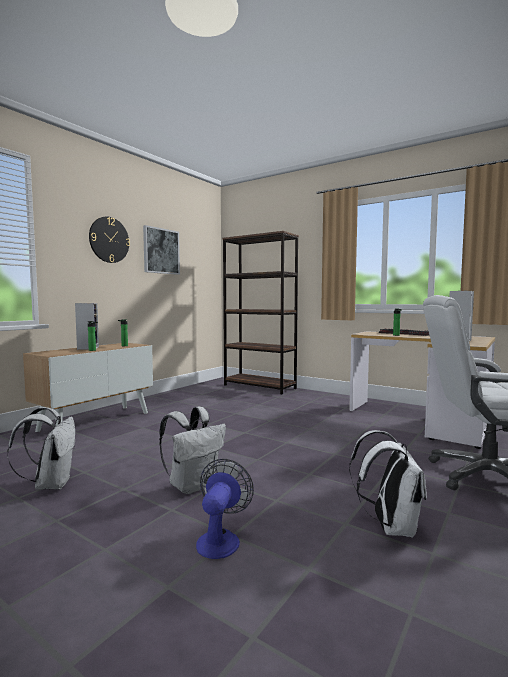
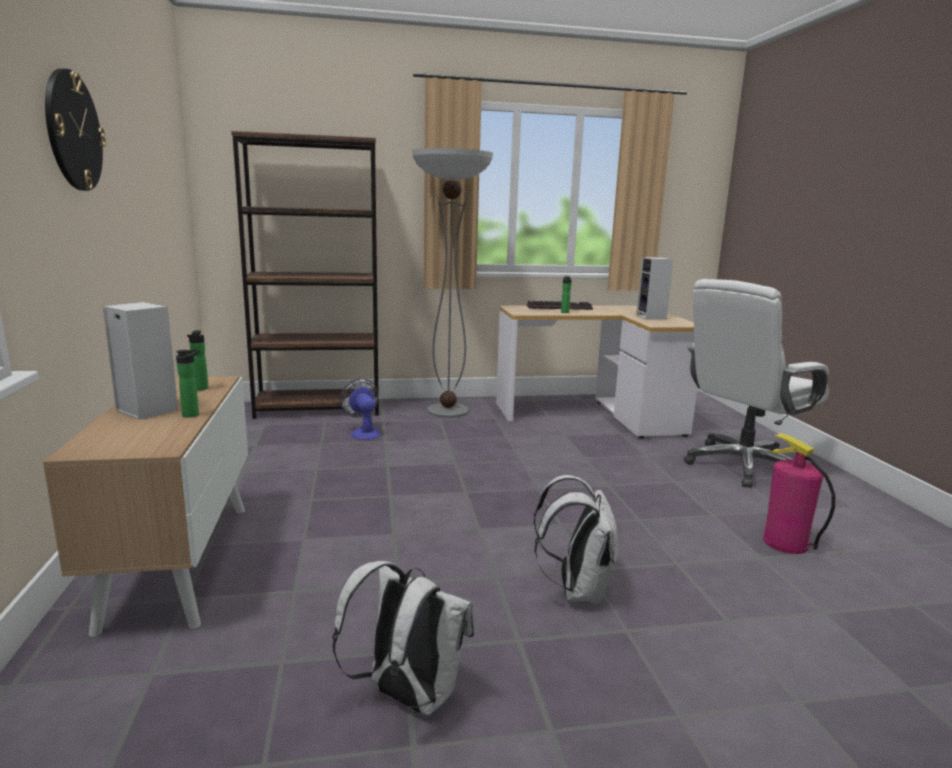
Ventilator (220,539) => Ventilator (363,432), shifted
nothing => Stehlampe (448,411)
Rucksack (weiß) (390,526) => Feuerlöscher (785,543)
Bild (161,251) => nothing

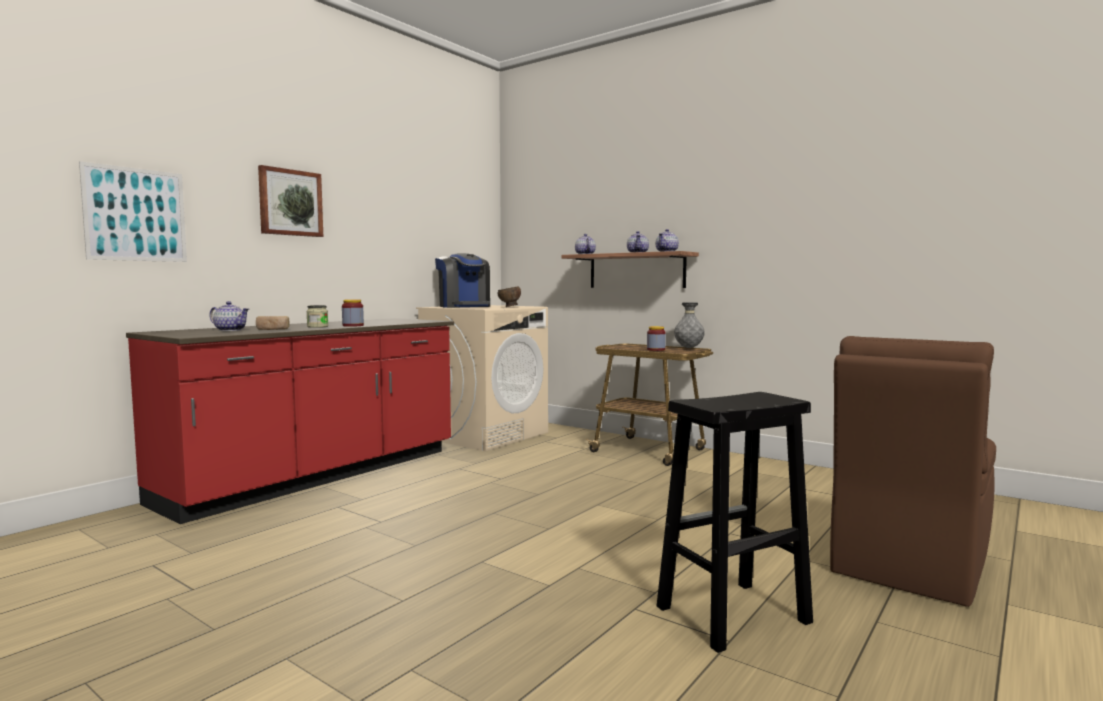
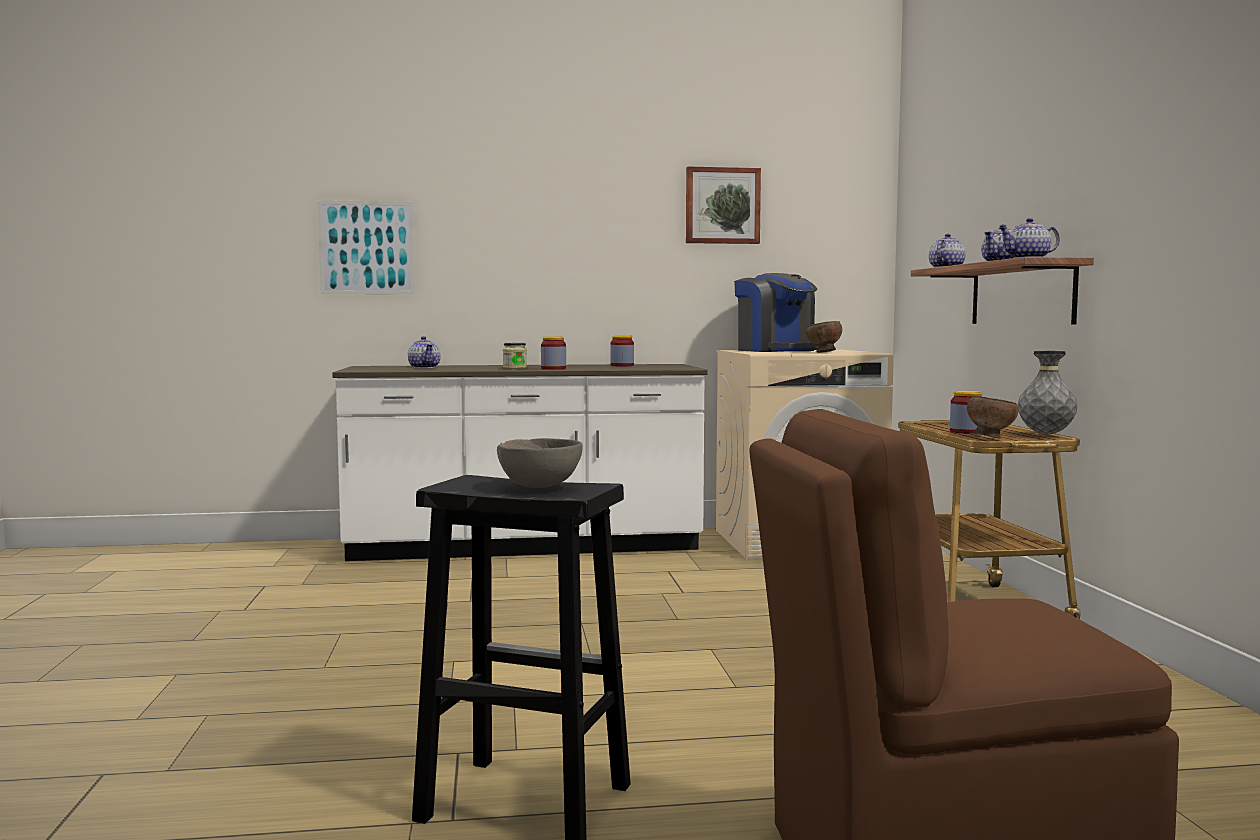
Küchenzeile (rot) (317,476) => Küchenzeile (weiß) (525,547)
nothing => Schüssel (grau) (540,487)
nothing => Vorratsglas (622,365)
Bild (290,202) => Bild (722,206), shifted
Kaffeemaschine (464,306) => Kaffeemaschine (776,350), 45 degrees counterclockwise
nothing => Schüssel (braun) (990,438)
Brot (273,329) => nothing

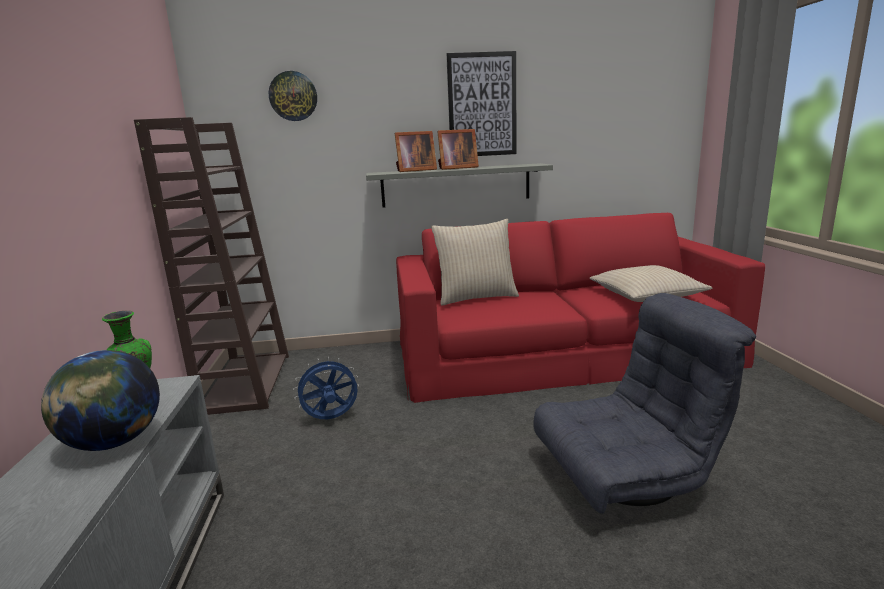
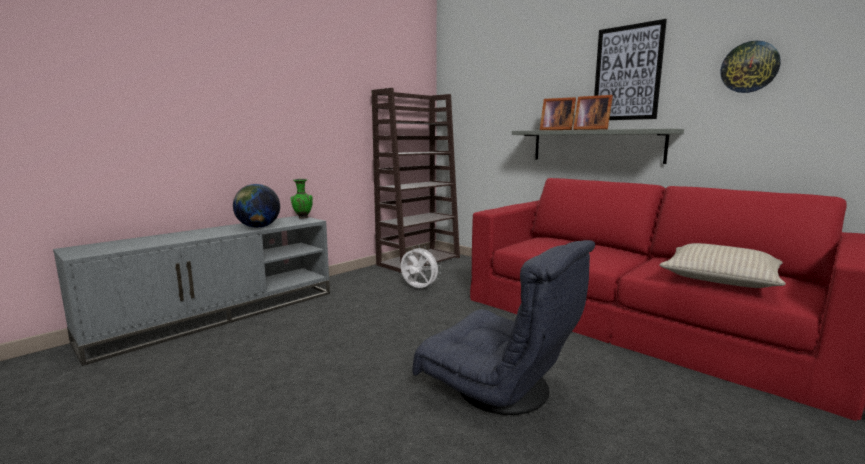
Ventilator (blau) (331,419) => Ventilator (weiß) (418,288)
Wanduhr (293,96) => Wanduhr (749,67), shifted
Kissen (beige) (476,297) => nothing

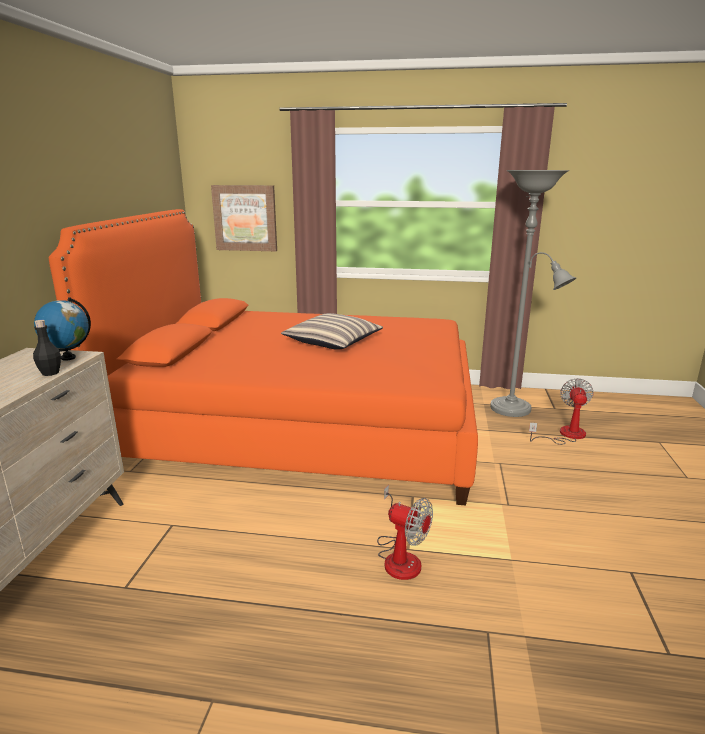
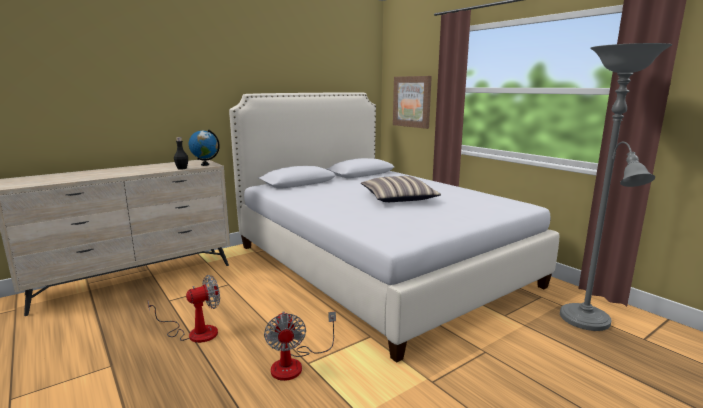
Ventilator (565,435) => Ventilator (194,332), shifted
Bett (orange) (302,427) => Bett (weiß) (377,265)

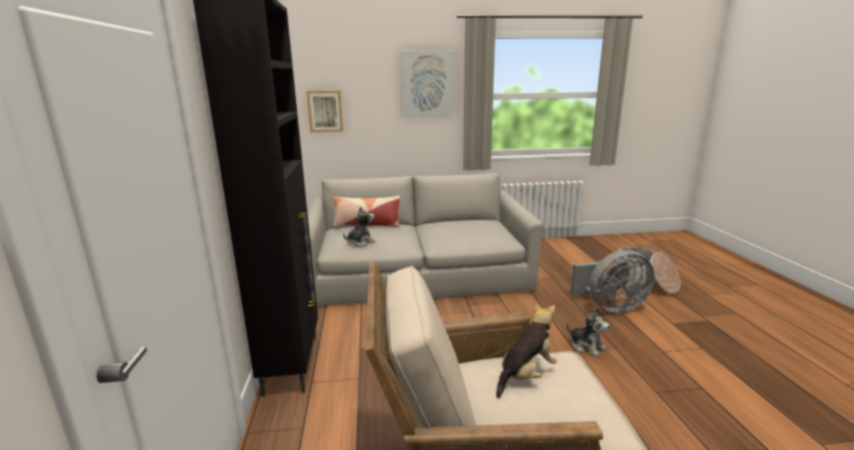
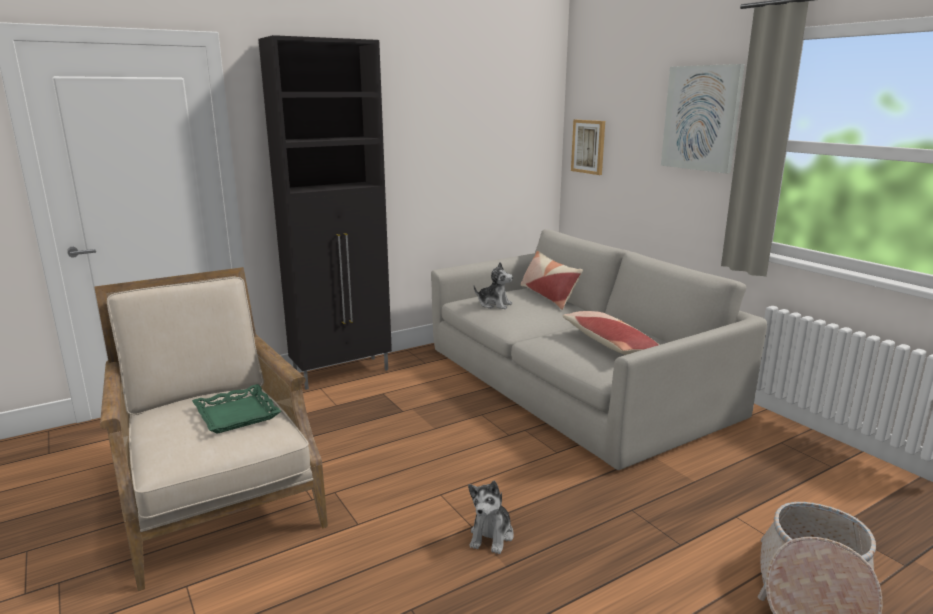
Plüschtier (526,375) => Tablett (grün) (236,414)
nothing => Kissen (609,344)
Ventilator (grau) (610,307) => nothing

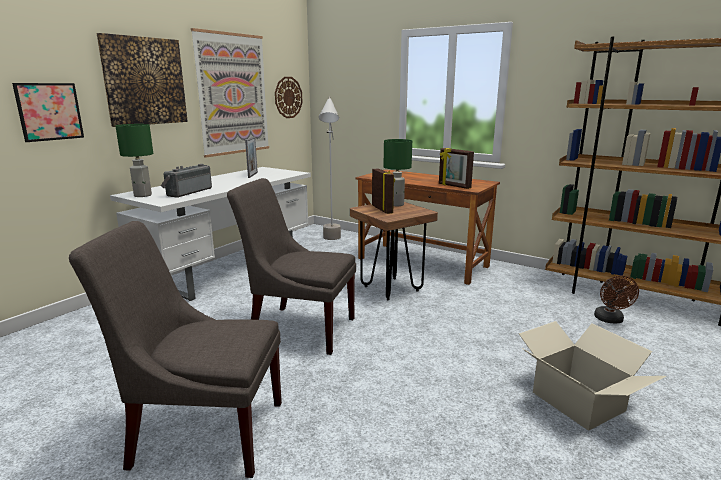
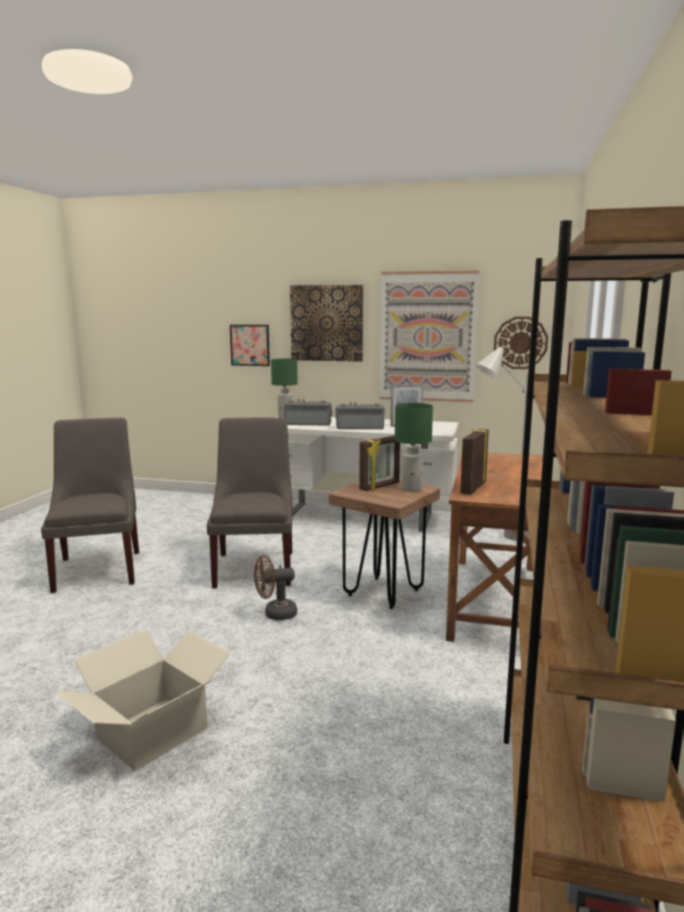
Ventilator (braun) (610,320) => Ventilator (braun) (275,614), shifted
nothing => Radio (360,428)

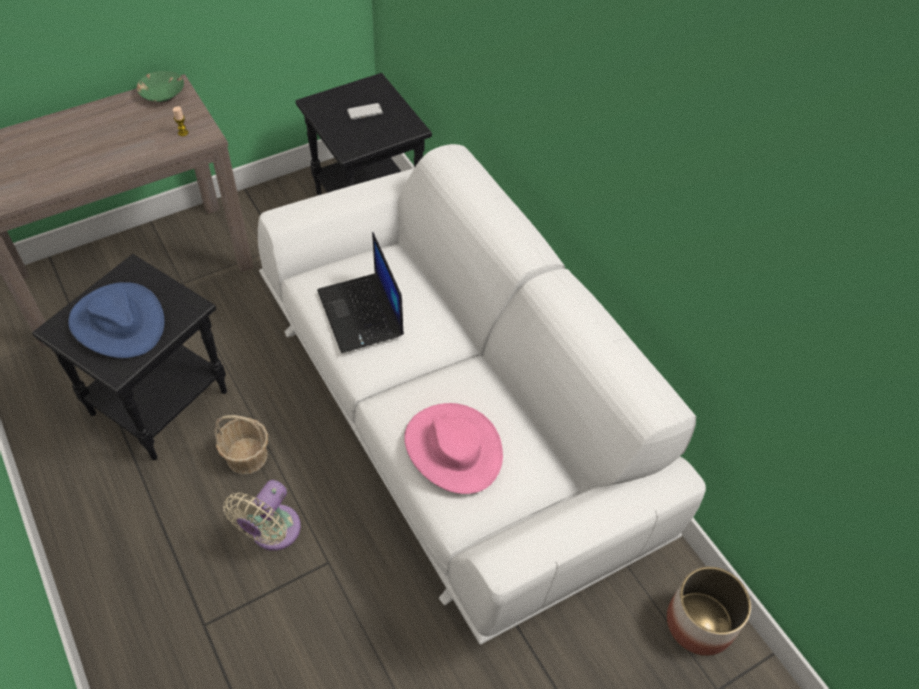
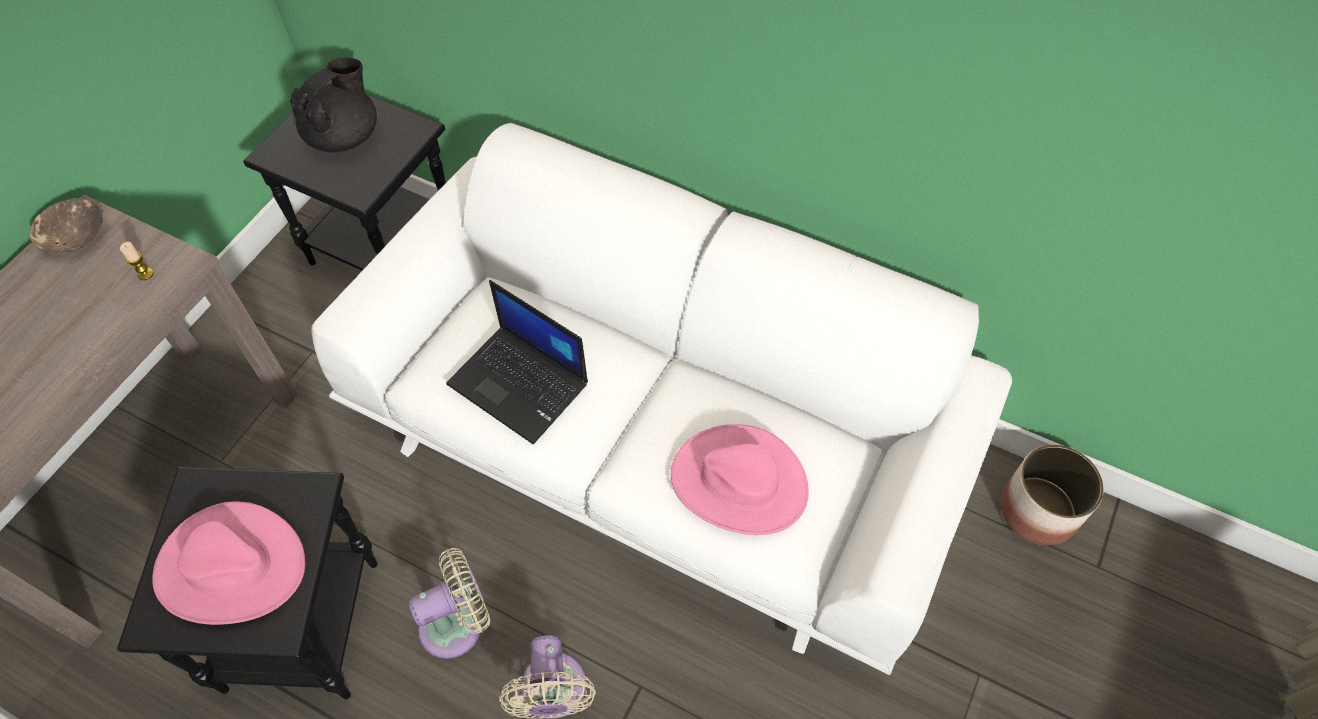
Schüssel (grün) (162,94) => Schüssel (braun) (74,235)
Hut (blau) (118,322) => Hut (rosa) (230,567)
Handy (365,112) => Teekanne (schwarz) (344,136)
Korb (246,456) => Ventilator (beige) (458,624)

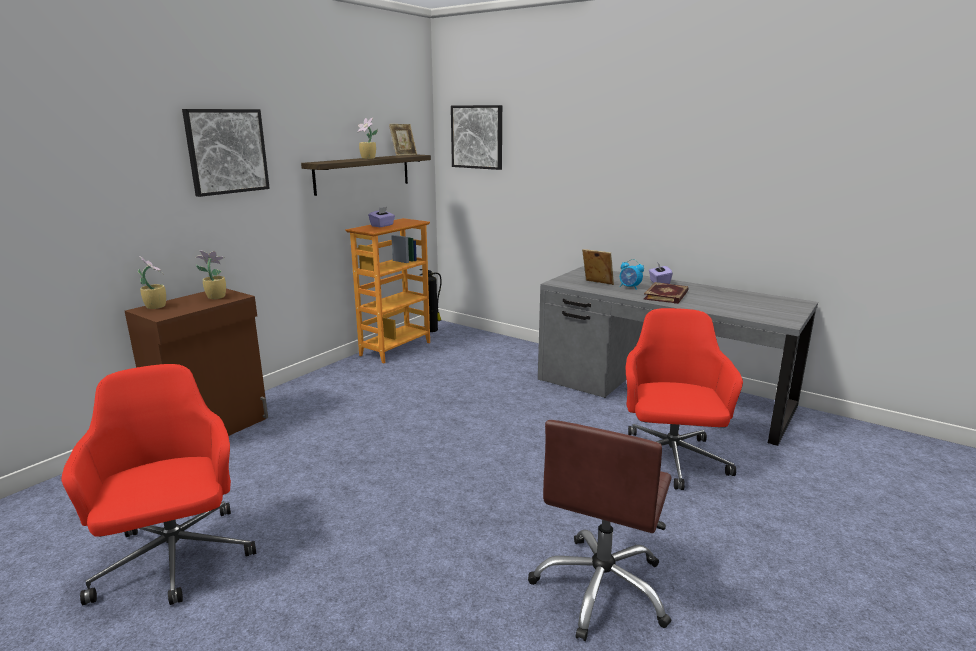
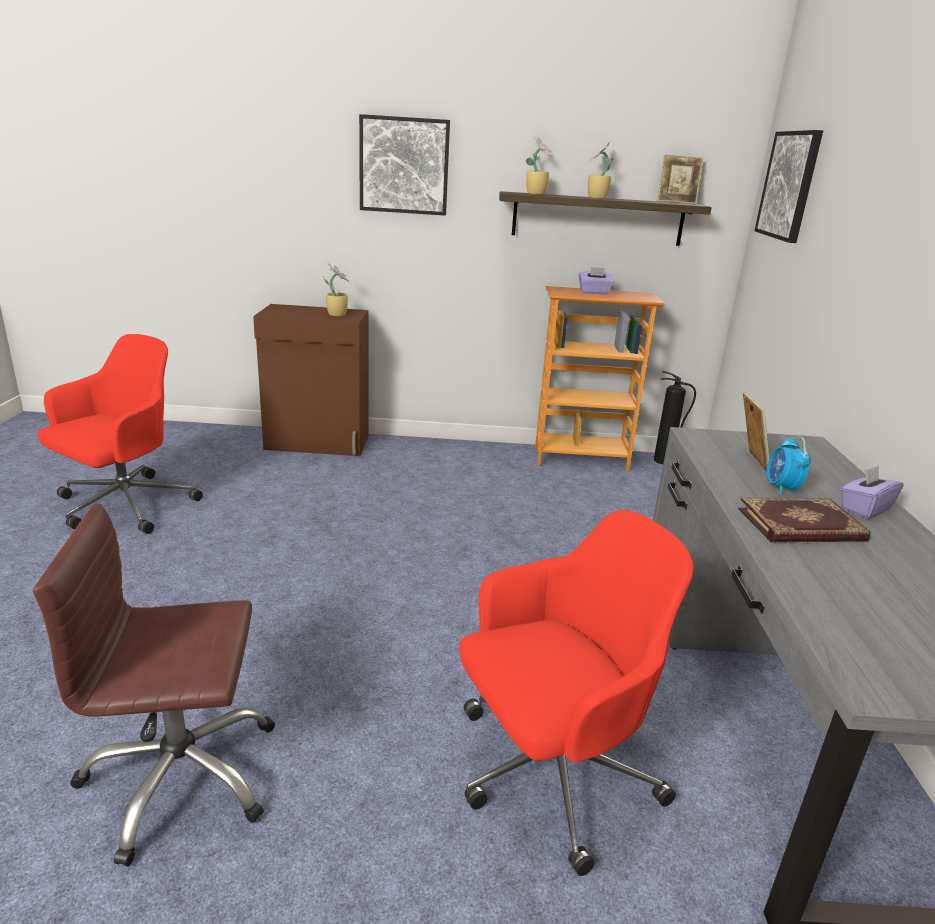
Topfpflanze (156,306) => Topfpflanze (536,194), shifted

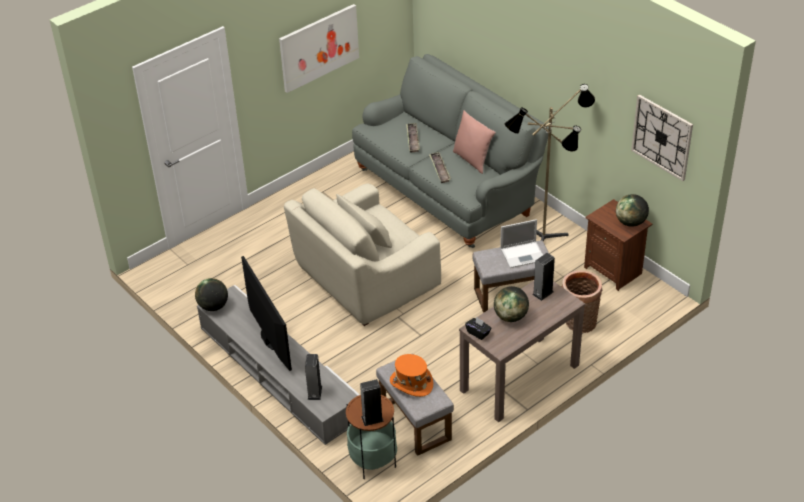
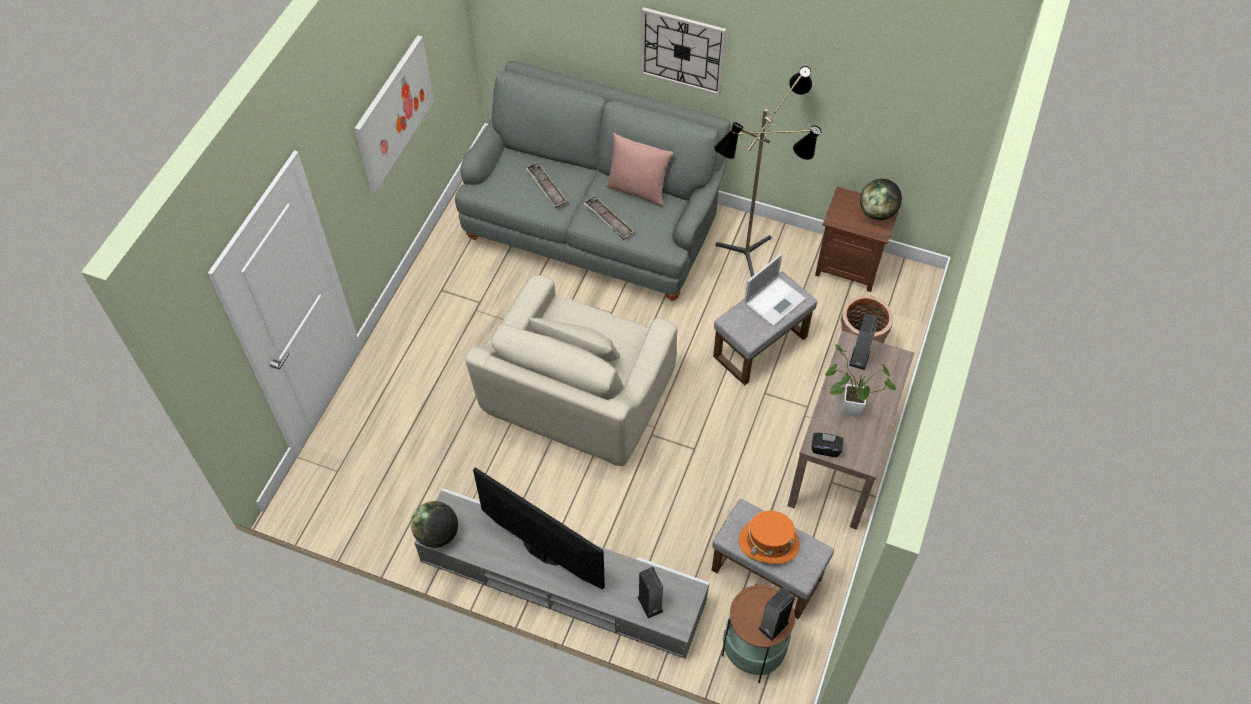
Wanduhr (662,137) => Wanduhr (682,51), shifted
Globus (510,317) => Topfpflanze (846,408)

